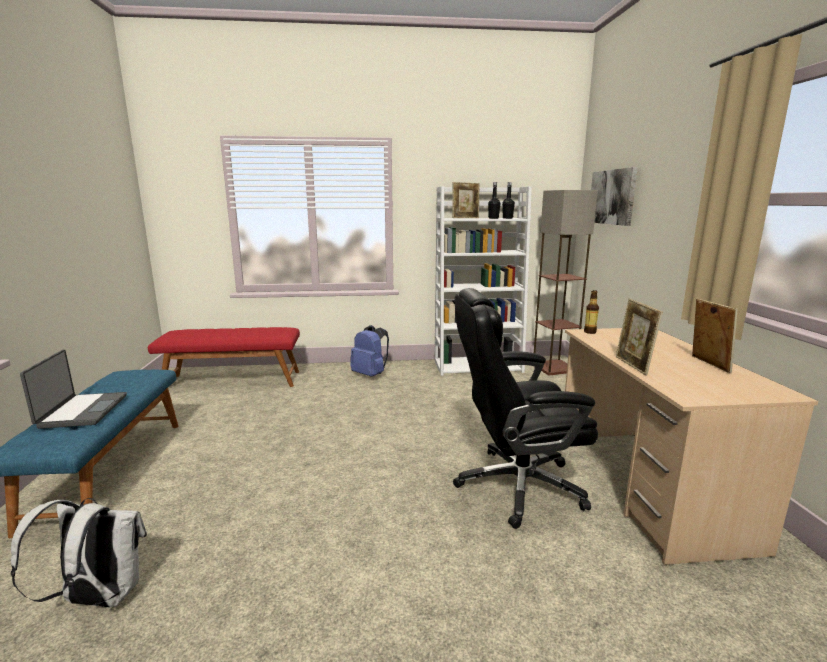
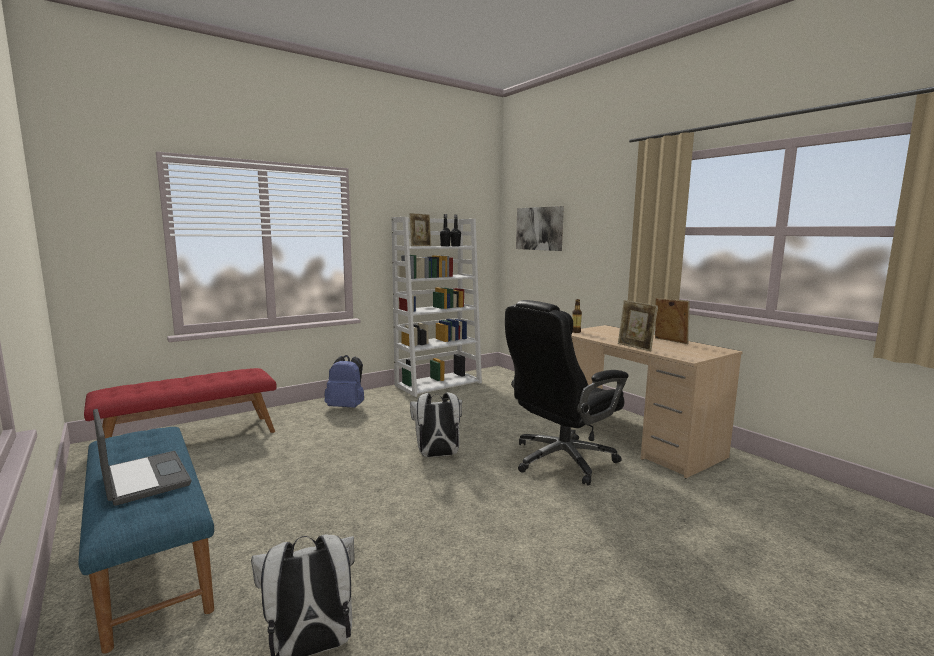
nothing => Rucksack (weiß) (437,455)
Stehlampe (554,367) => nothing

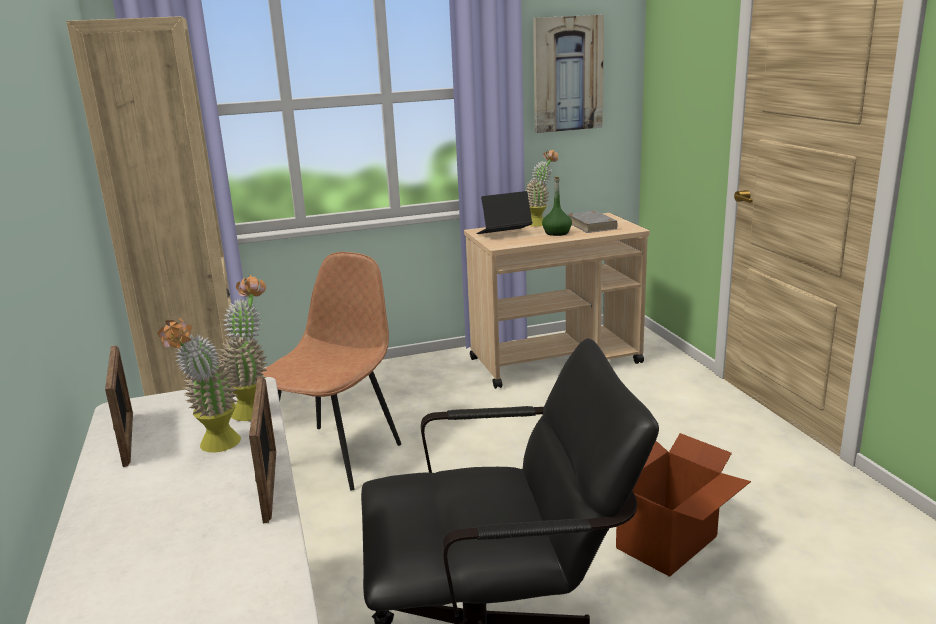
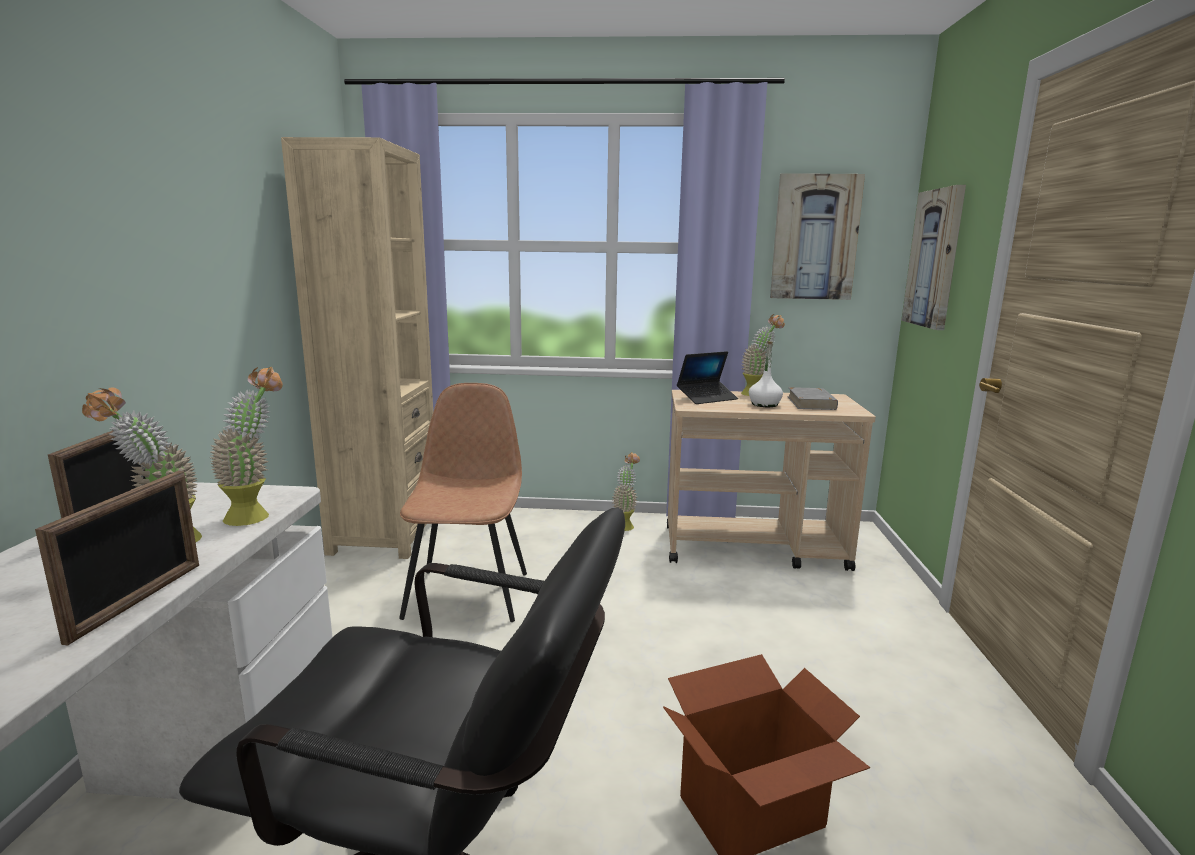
Stuhl (braun) (337,455) => Stuhl (braun) (468,593), 45 degrees counterclockwise
nothing => Topfpflanze (625,525)
Laptop (504,234) => Laptop (707,398), 150 degrees clockwise
Flasche (grün) (557,233) => Flasche (weiß) (764,404)
nothing => Bild (934,258)

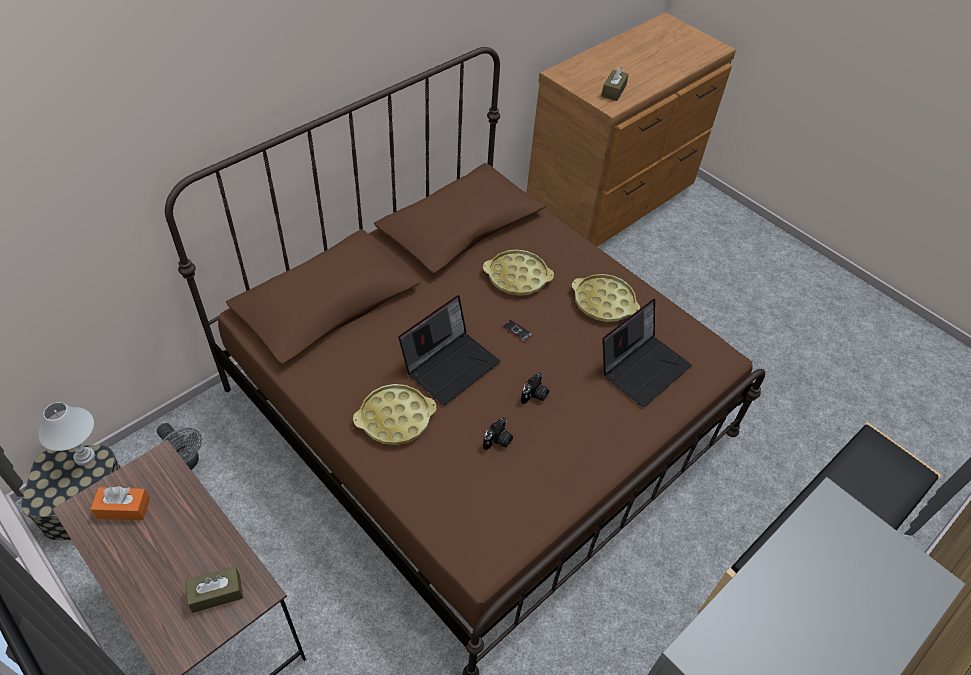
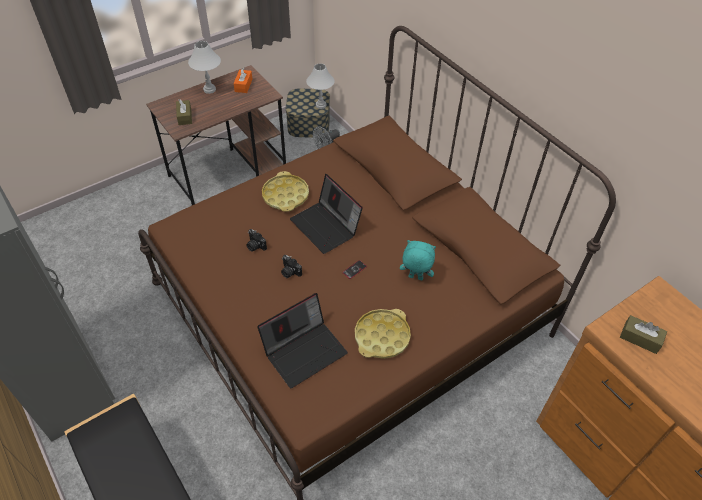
nothing => Tischlampe (weiß) (209,89)
Laptop (643,367) => Laptop (305,350), 90 degrees counterclockwise
Tablett (gelb) (517,277) => Plüschtier (türkis) (415,278)

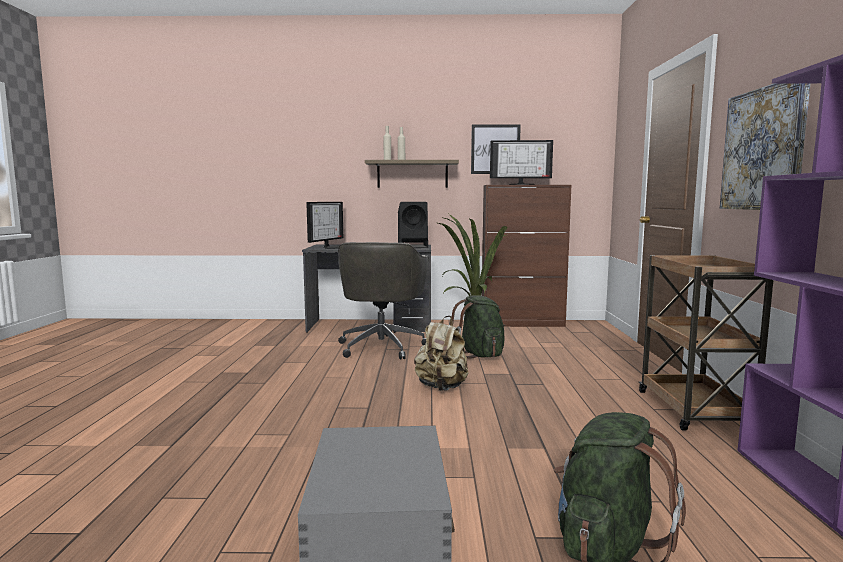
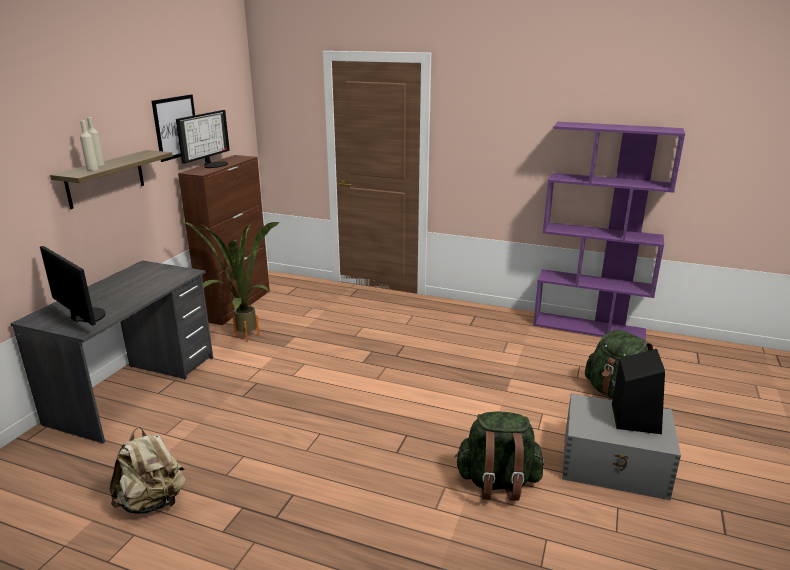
Rucksack (beige) (442,388) => Rucksack (beige) (153,502), shifted
Rucksack (grün) (480,355) => Rucksack (grün) (497,482), shifted
Lautsprecher (schwarz) (413,247) => Lautsprecher (schwarz) (634,417), shifted
Bürostuhl (grau) (382,346) => nothing
Rollwagen (braun) (694,411) => nothing
Bild (763,149) => nothing

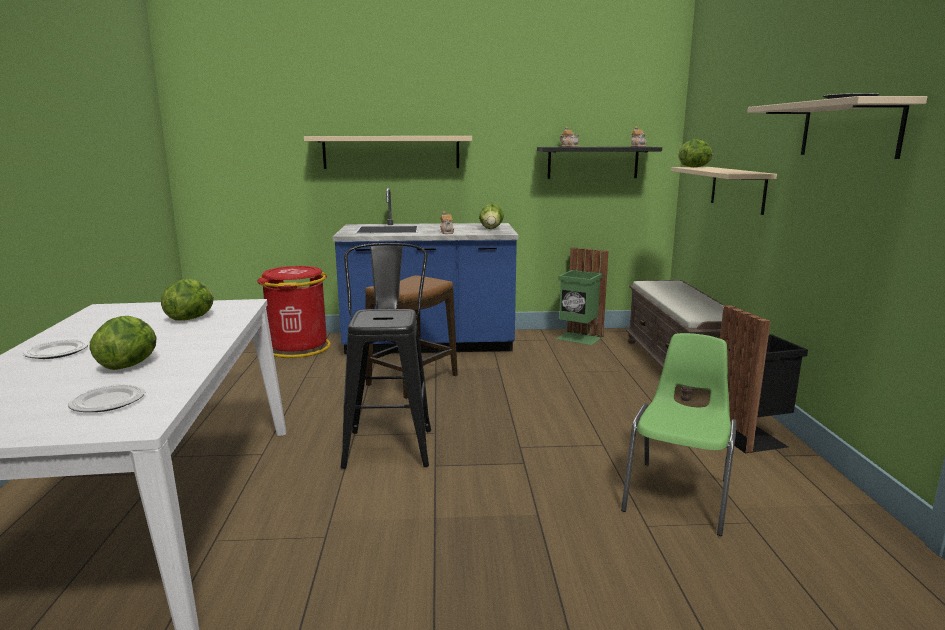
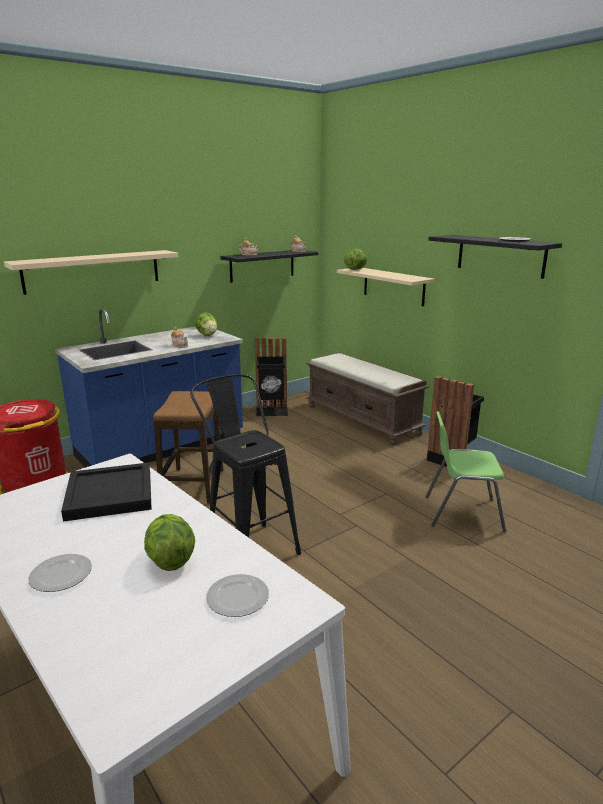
Salatkopf (192,318) => Tablett (schwarz) (109,495)
Mülleimer (grün) (579,338) => Mülleimer (schwarz) (272,411)
Stuhl (grün) (679,495) => Stuhl (grün) (461,512), 75 degrees counterclockwise
Wandregal (beige) (849,129) => Wandregal (schwarz) (500,255)

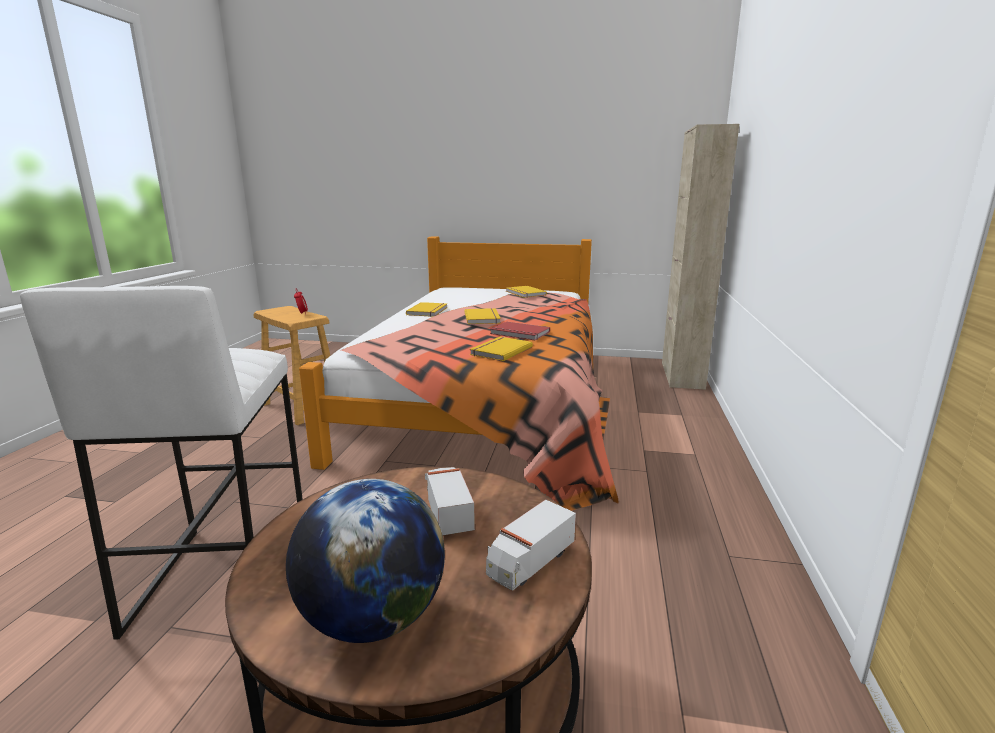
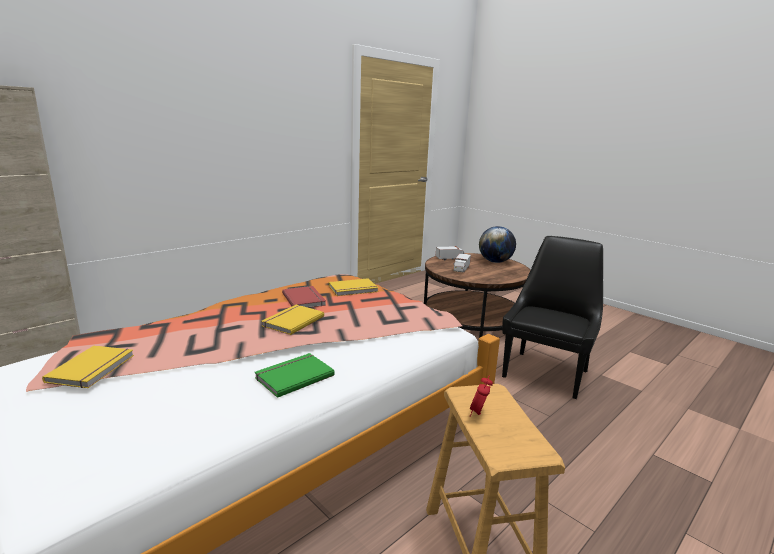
Buch (gelb) (428,311) => Buch (grün) (293,376)
Hocker (weiß) (221,575) => Stuhl (schwarz) (546,372)

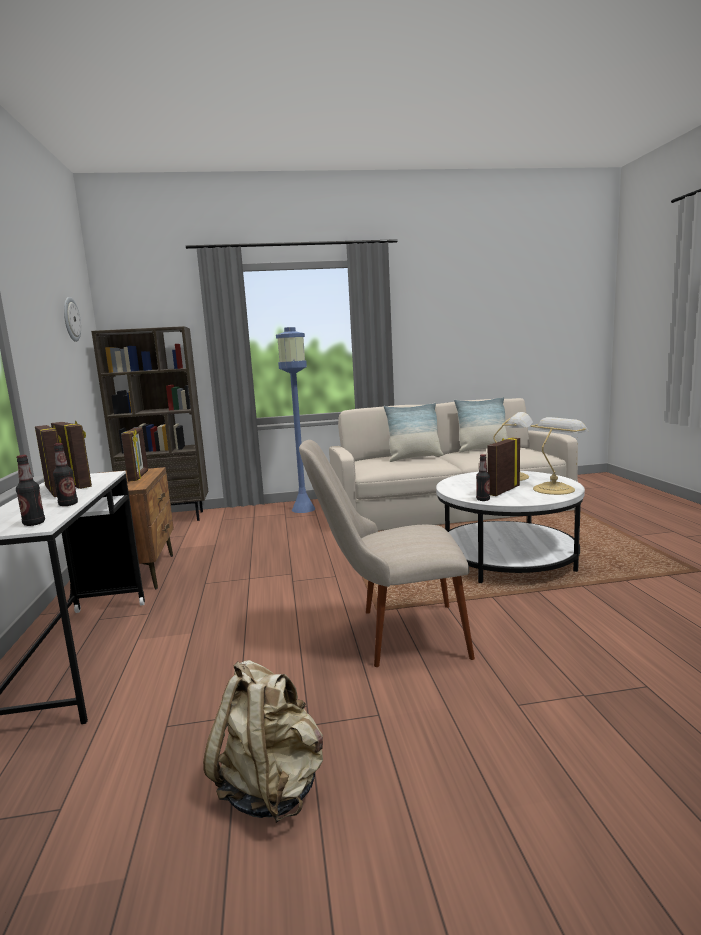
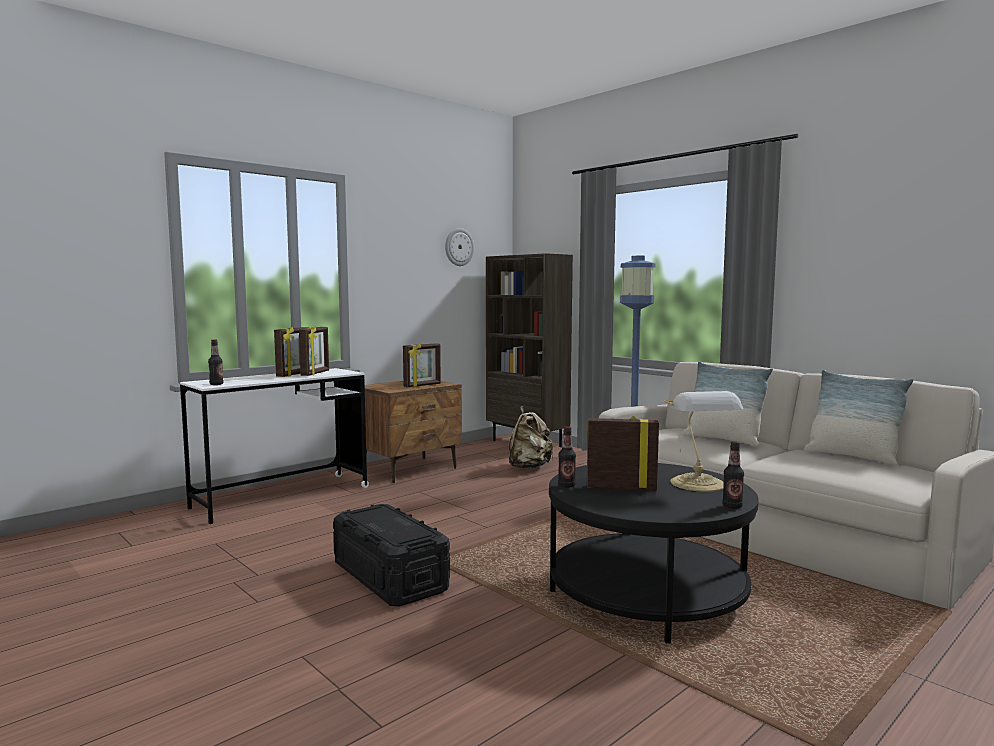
Stuhl (beige) (391,635) => Aufbewahrungsbox (schwarz) (390,576)
Rucksack (beige) (271,787) => Rucksack (beige) (529,467), shifted
Couchtisch (weiß) (507,559) => Couchtisch (schwarz) (647,593)
Flasche (68,504) => Flasche (732,506), shifted
Tischlampe (555,489) => nothing

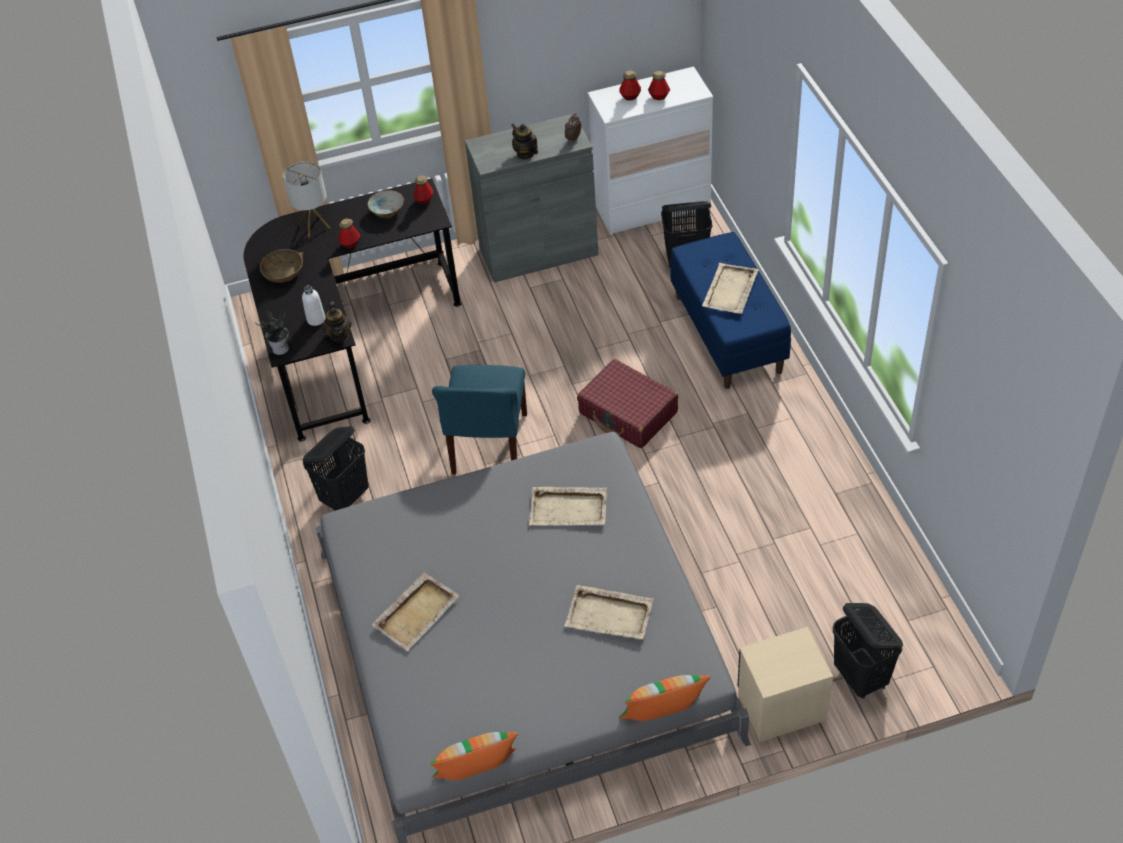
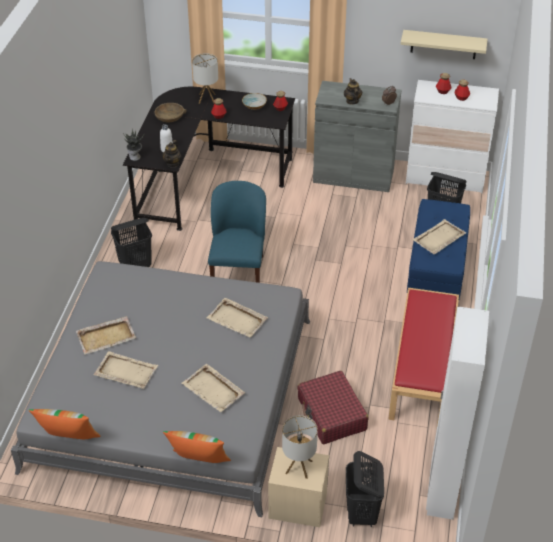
nothing => Tablett (beige) (125,371)
Stuhl (blau) (489,445) => Stuhl (blau) (238,273), 150 degrees clockwise
nothing => Tischlampe (299,467)
Koffer (rot) (628,413) => Koffer (rot) (331,414), shifted
nothing => Bank (rot) (423,370)
nothing => Wandregal (beige) (443,44)
nothing => Kleiderschrank (weiß) (441,490)

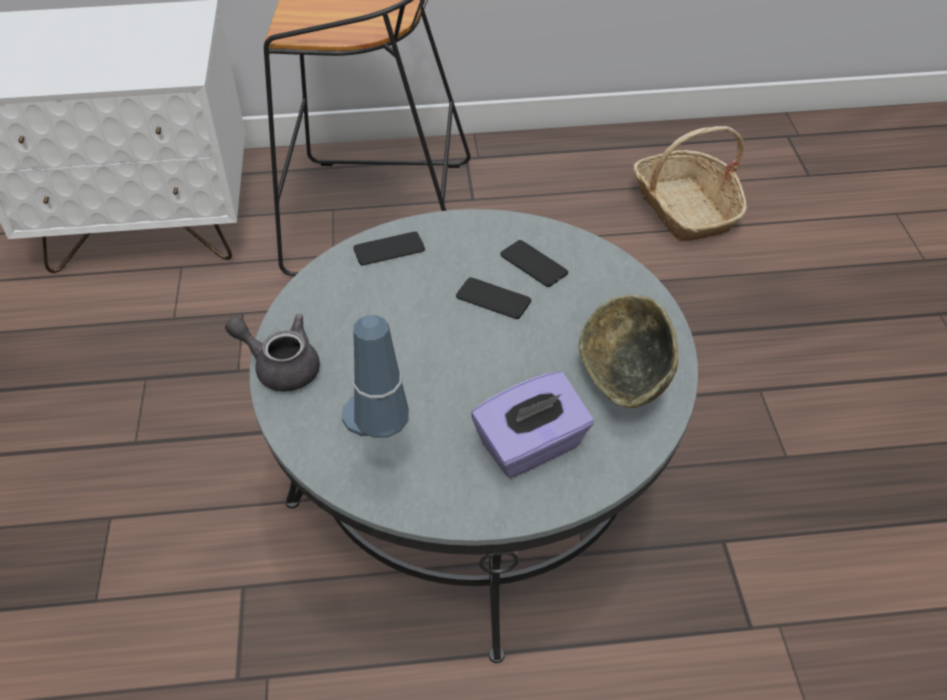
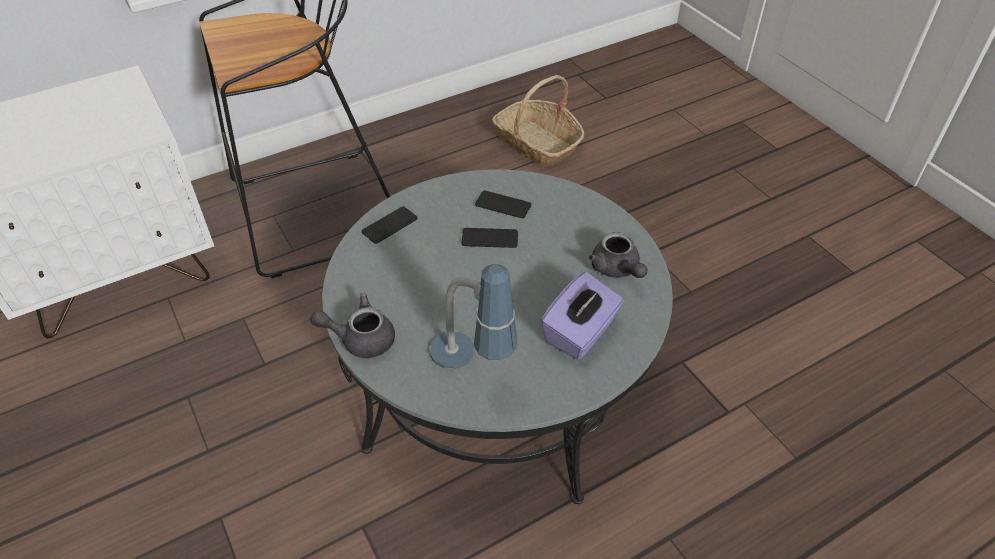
Schüssel (626,385) => Teekanne (grau) (617,269)

